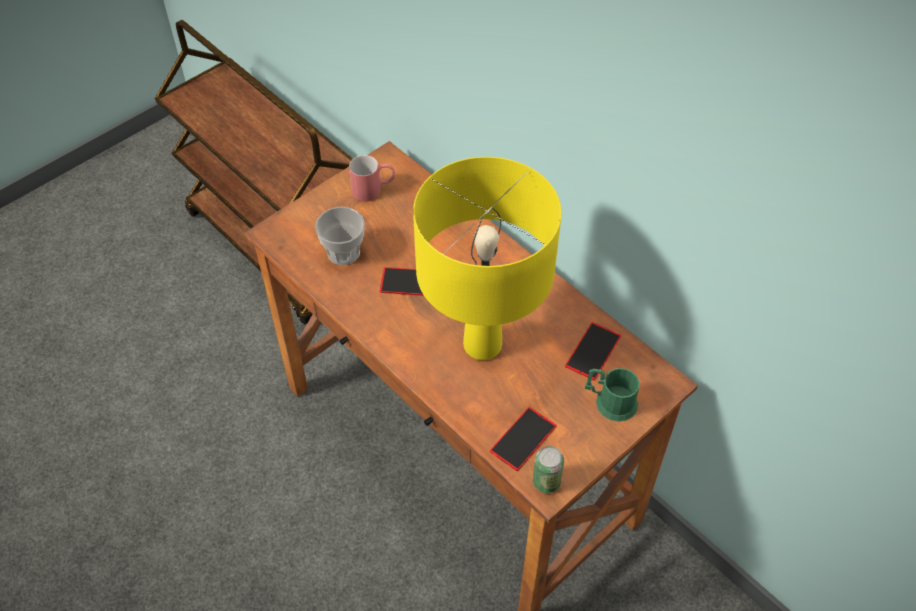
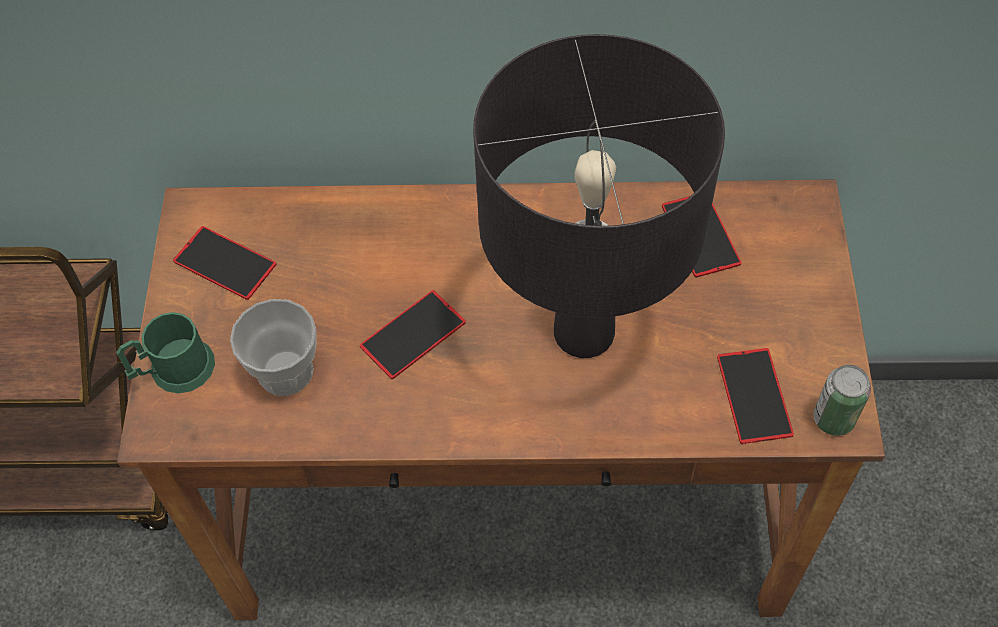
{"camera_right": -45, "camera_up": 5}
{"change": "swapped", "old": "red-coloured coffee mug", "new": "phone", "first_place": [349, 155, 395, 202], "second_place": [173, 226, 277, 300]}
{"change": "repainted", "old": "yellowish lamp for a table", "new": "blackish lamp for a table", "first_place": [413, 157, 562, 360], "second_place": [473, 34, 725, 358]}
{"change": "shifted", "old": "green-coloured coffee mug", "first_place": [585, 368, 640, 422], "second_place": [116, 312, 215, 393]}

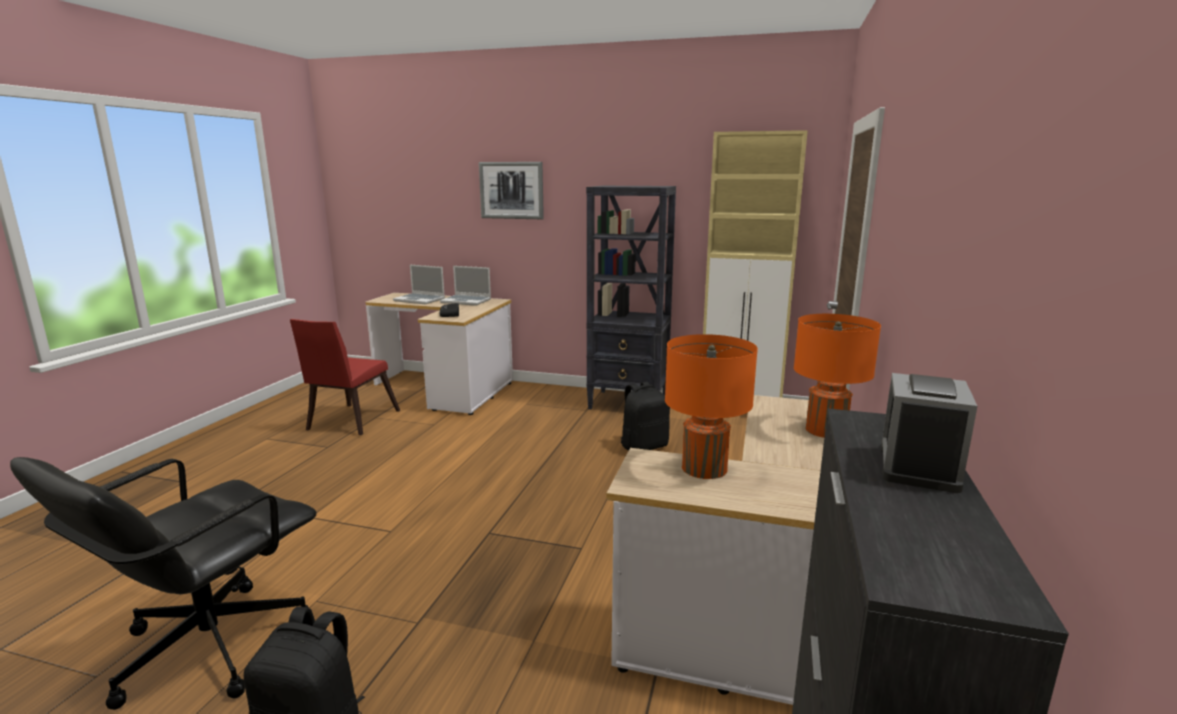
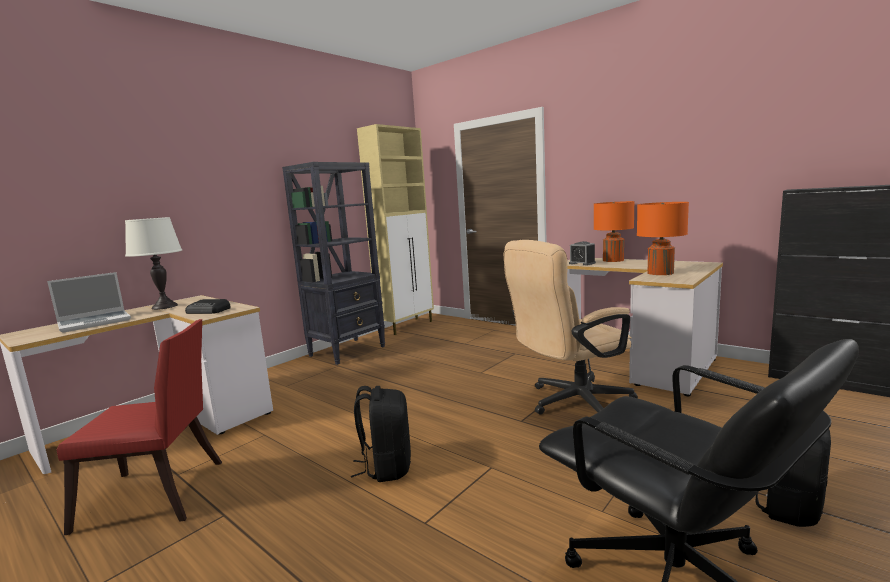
{"camera_right": -65, "camera_up": -5}
{"change": "gone", "old": "wall picture", "first_place": [479, 162, 544, 219]}
{"change": "swapped", "old": "laptop", "new": "white-coloured lamp for a table", "first_place": [440, 266, 491, 306], "second_place": [125, 217, 182, 310]}
{"change": "rotated", "old": "red-coloured upright chair", "first_place": [290, 319, 400, 435], "second_place": [57, 319, 222, 535], "degrees": -45}
{"change": "shifted", "old": "alarm clock", "first_place": [881, 373, 977, 493], "second_place": [569, 241, 596, 265]}
{"change": "shifted", "old": "blackish rucksack", "first_place": [621, 381, 670, 451], "second_place": [351, 386, 411, 482]}
{"change": "new", "new": "sand-coloured office chair", "second_place": [504, 240, 638, 415]}

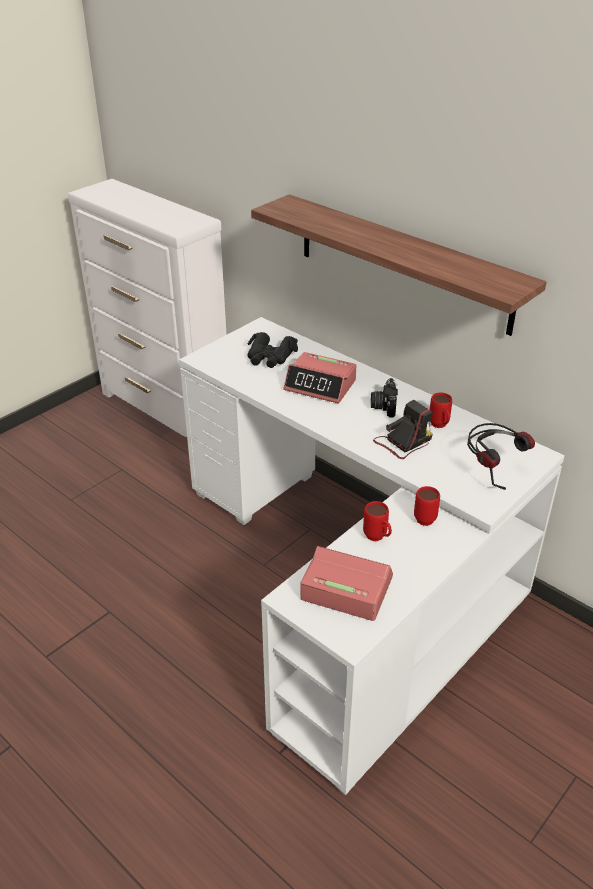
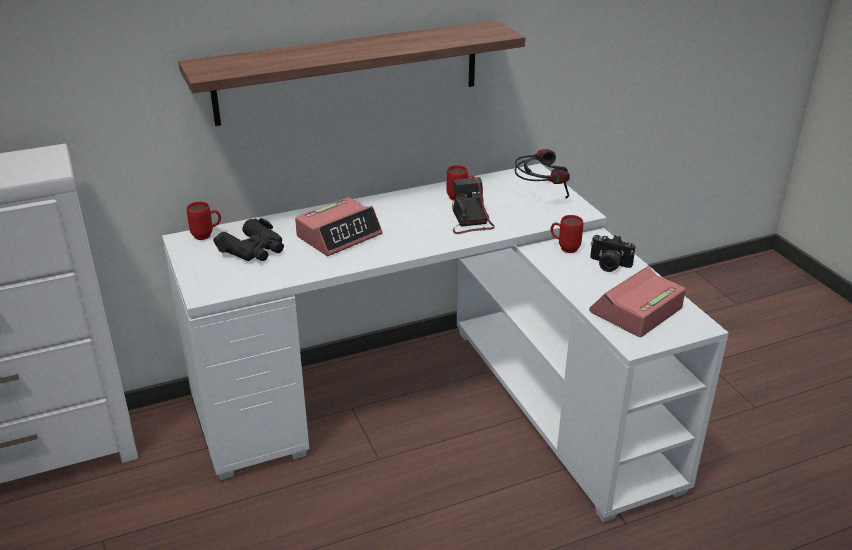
{"camera_right": -65, "camera_up": -5}
{"change": "shifted", "old": "still camera", "first_place": [371, 378, 398, 417], "second_place": [590, 235, 636, 272]}
{"change": "shifted", "old": "red-coloured coffee mug", "first_place": [363, 501, 392, 541], "second_place": [186, 202, 221, 240]}

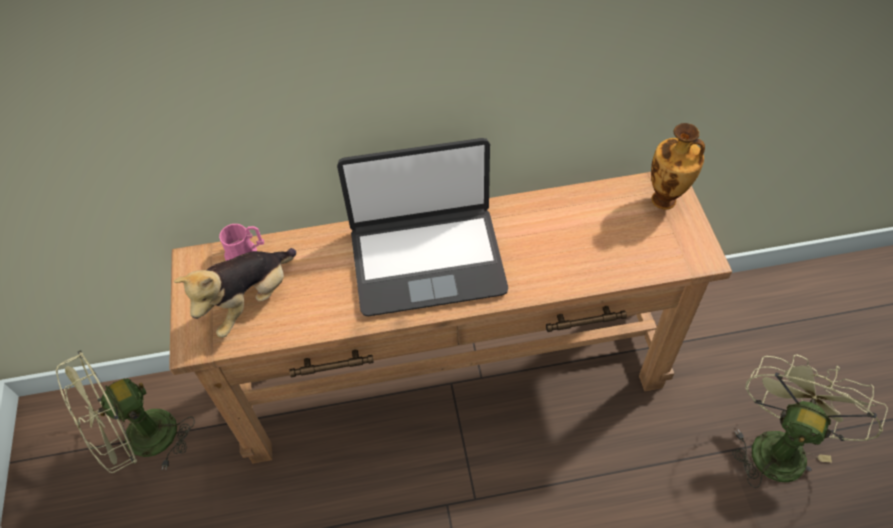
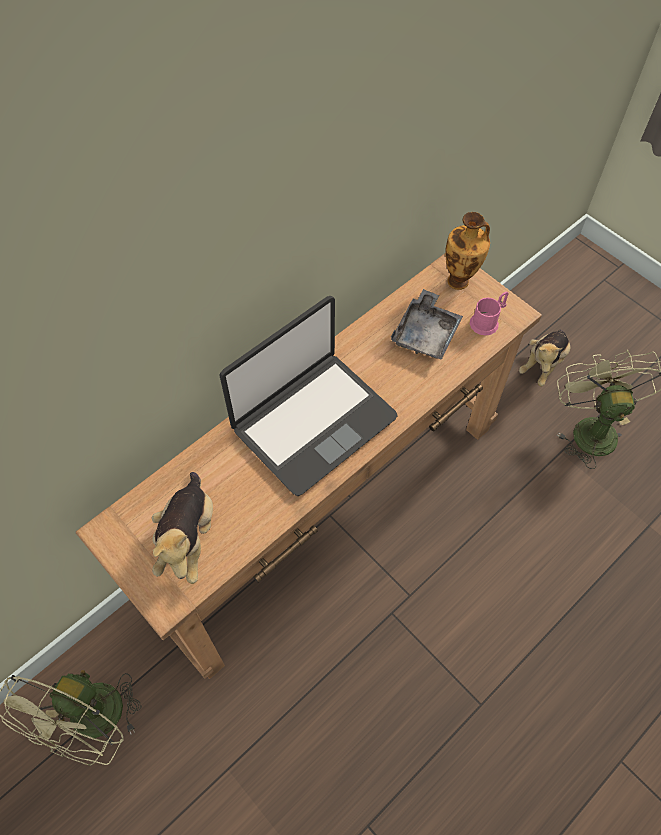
{"camera_right": -35, "camera_up": 5}
{"change": "shifted", "old": "pink-coloured coffee mug", "first_place": [219, 224, 264, 261], "second_place": [470, 292, 509, 336]}
{"change": "new", "new": "grey serving tray", "second_place": [391, 289, 463, 360]}
{"change": "new", "new": "plush toy", "second_place": [519, 329, 571, 386]}

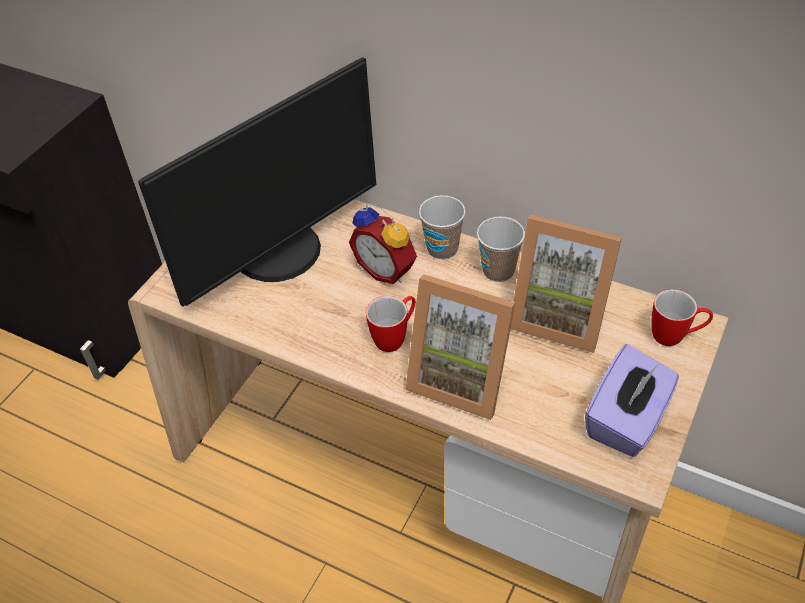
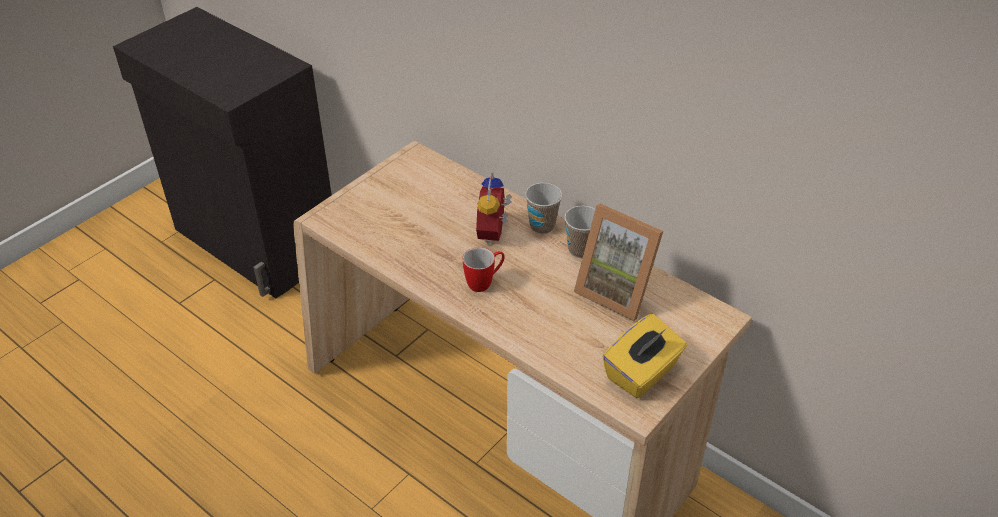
{"camera_right": 10, "camera_up": -5}
{"change": "gone", "old": "computer display", "first_place": [138, 57, 376, 307]}
{"change": "rotated", "old": "alarm clock", "first_place": [349, 204, 417, 284], "second_place": [476, 173, 512, 245], "degrees": 45}
{"change": "gone", "old": "picture frame", "first_place": [405, 274, 516, 420]}
{"change": "gone", "old": "coffee mug", "first_place": [651, 289, 713, 346]}
{"change": "repainted", "old": "purple-coloured box of tissues", "new": "yellowish box of tissues", "first_place": [585, 344, 679, 457], "second_place": [603, 314, 687, 398]}

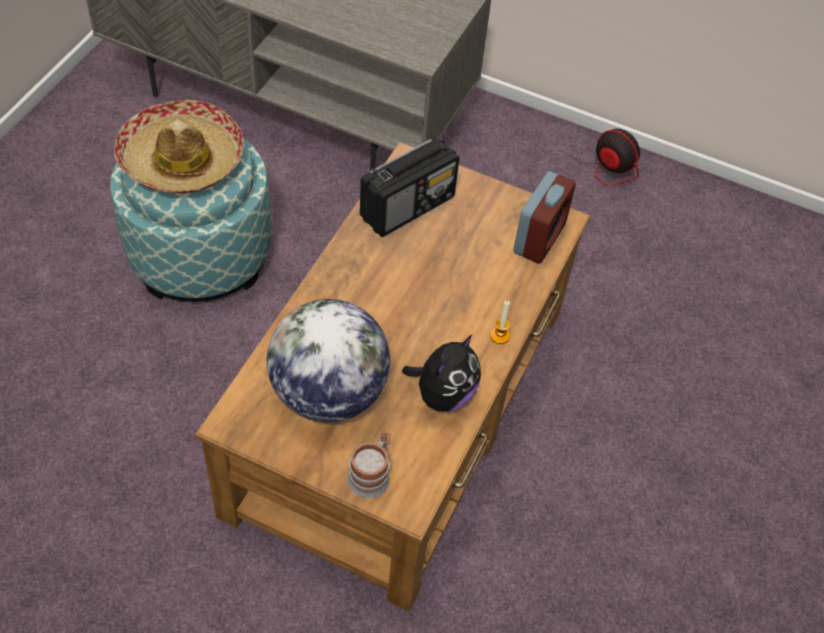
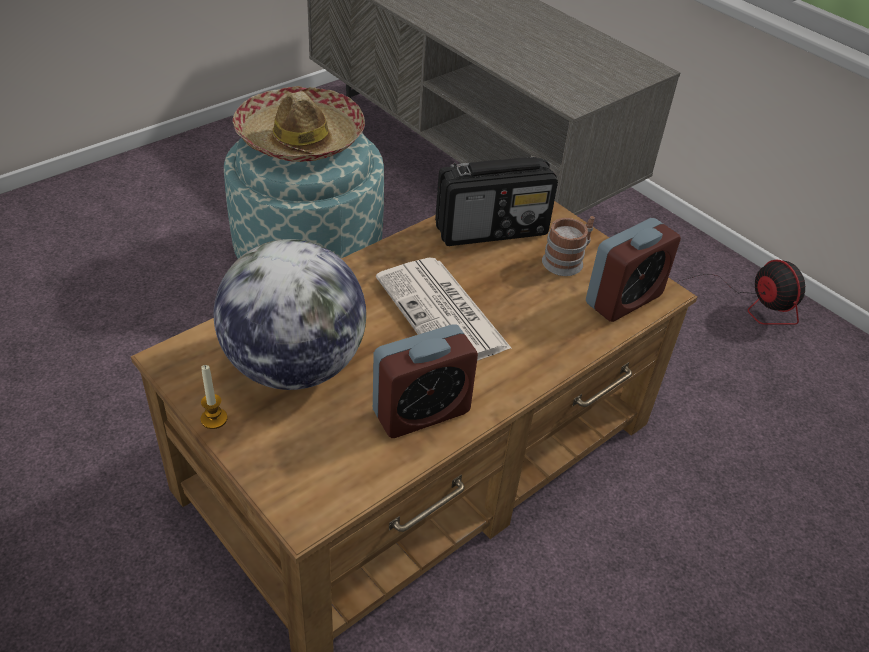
{"camera_right": 25, "camera_up": -10}
{"change": "shifted", "old": "wax light", "first_place": [490, 301, 510, 344], "second_place": [200, 365, 228, 429]}
{"change": "swapped", "old": "plush toy", "new": "alarm clock", "first_place": [402, 334, 481, 412], "second_place": [373, 324, 478, 438]}
{"change": "shifted", "old": "coffee mug", "first_place": [347, 430, 390, 498], "second_place": [542, 216, 595, 276]}
{"change": "new", "new": "newspaper", "second_place": [376, 257, 512, 361]}

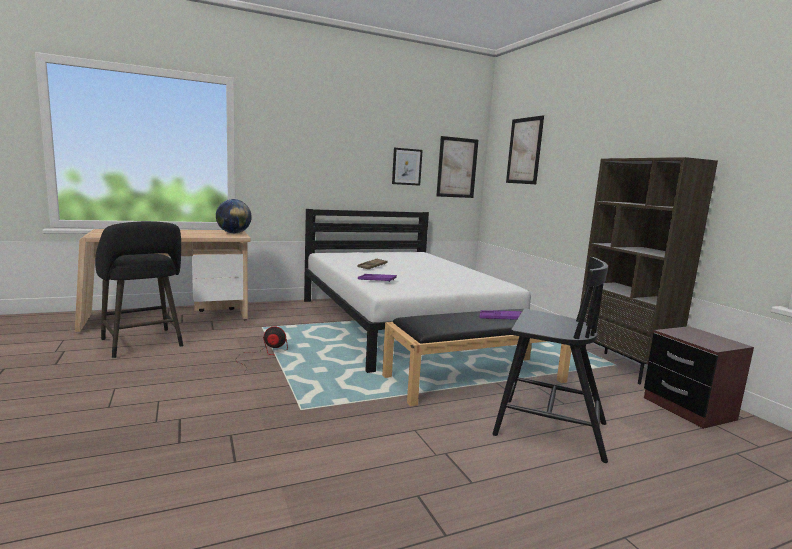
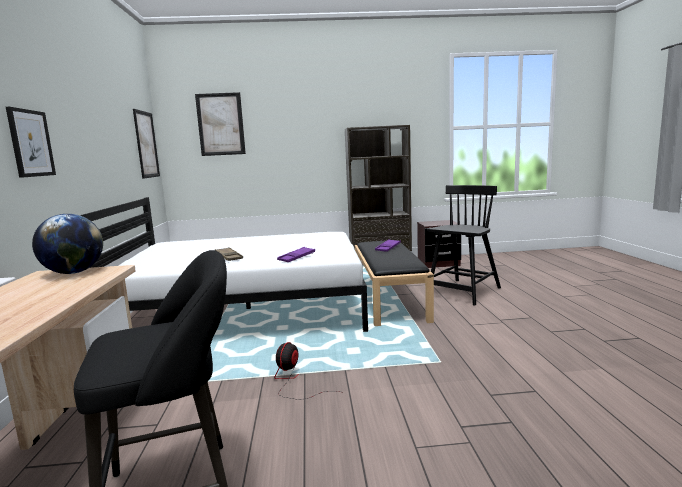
{"camera_right": -70, "camera_up": 0}
{"change": "shifted", "old": "wall picture", "first_place": [392, 148, 423, 186], "second_place": [6, 107, 56, 178]}

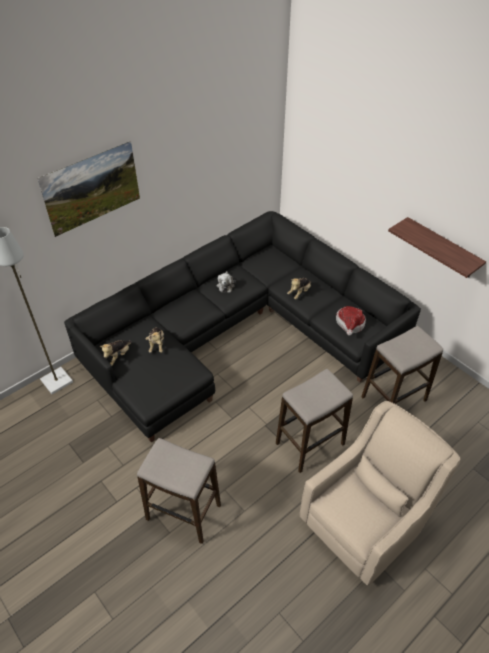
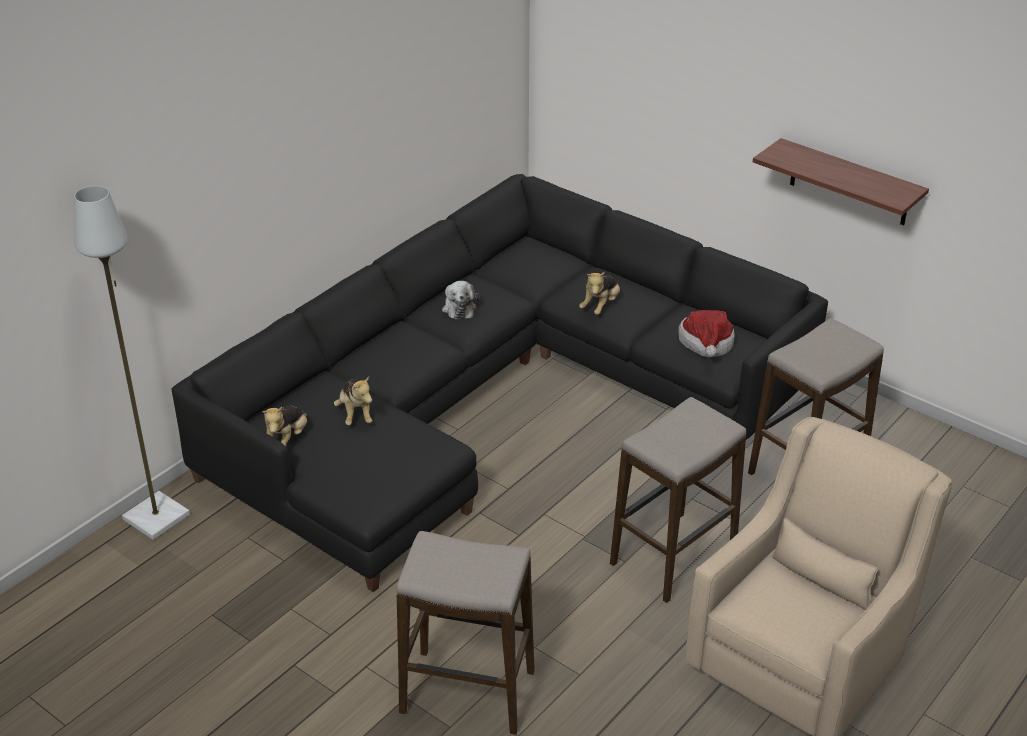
{"camera_right": -10, "camera_up": -10}
{"change": "gone", "old": "wall picture", "first_place": [37, 141, 140, 237]}

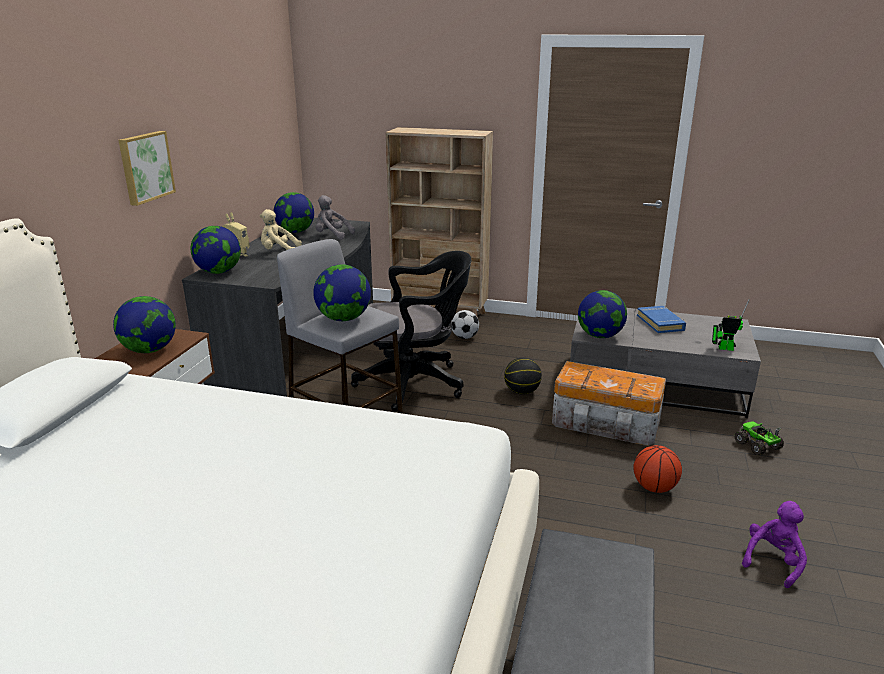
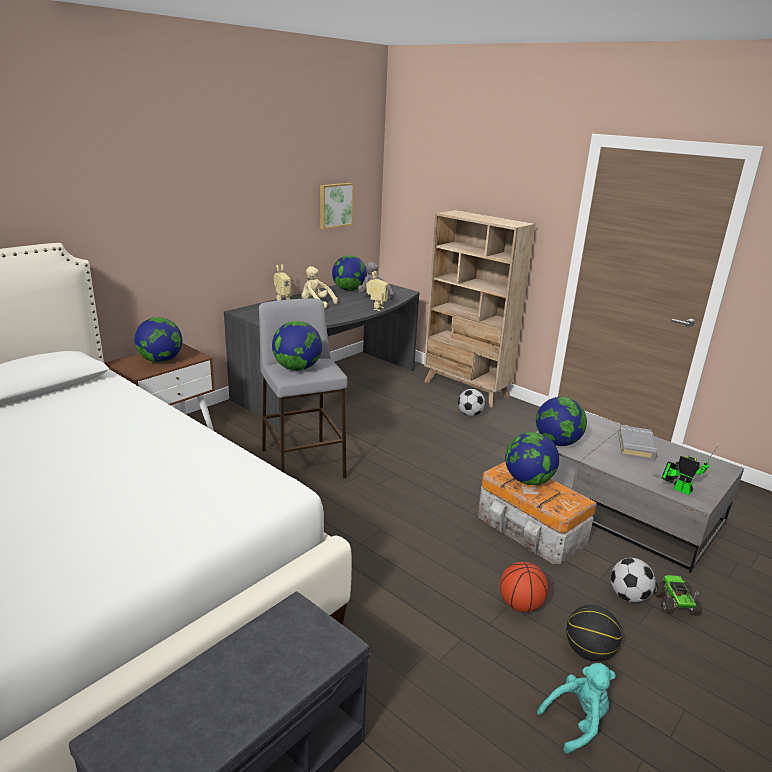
{"camera_right": 25, "camera_up": 0}
{"change": "shifted", "old": "wall picture", "first_place": [119, 131, 176, 206], "second_place": [320, 183, 354, 229]}
{"change": "shifted", "old": "globe", "first_place": [191, 226, 241, 274], "second_place": [505, 432, 559, 485]}
{"change": "gone", "old": "blackish office chair", "first_place": [351, 251, 471, 412]}
{"change": "repainted", "old": "blue book", "new": "grey book", "first_place": [637, 306, 686, 333], "second_place": [618, 425, 657, 461]}
{"change": "shifted", "old": "ball for basketball", "first_place": [504, 357, 542, 395], "second_place": [566, 605, 622, 662]}
{"change": "repainted", "old": "purple-coloured plush toy", "new": "turquoise plush toy", "first_place": [742, 501, 807, 588], "second_place": [537, 663, 616, 754]}
{"change": "new", "new": "model robot", "second_place": [366, 271, 388, 311]}
{"change": "new", "new": "ball for football", "second_place": [611, 558, 656, 602]}

